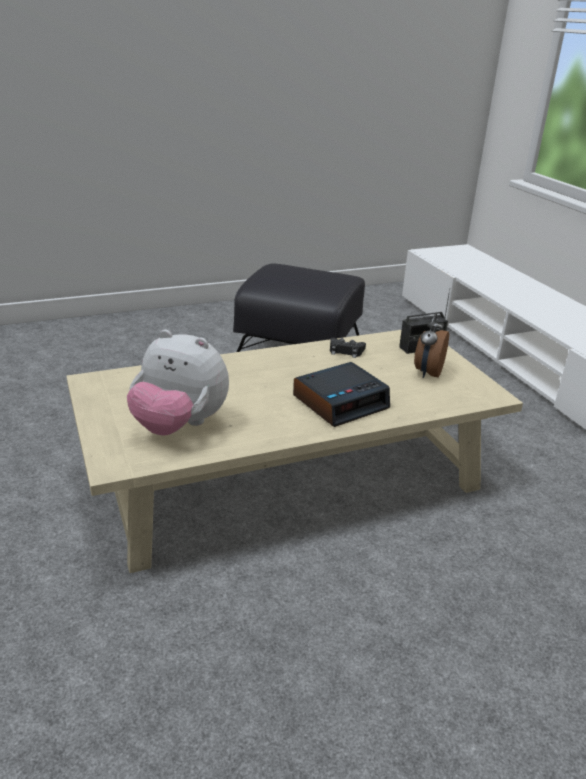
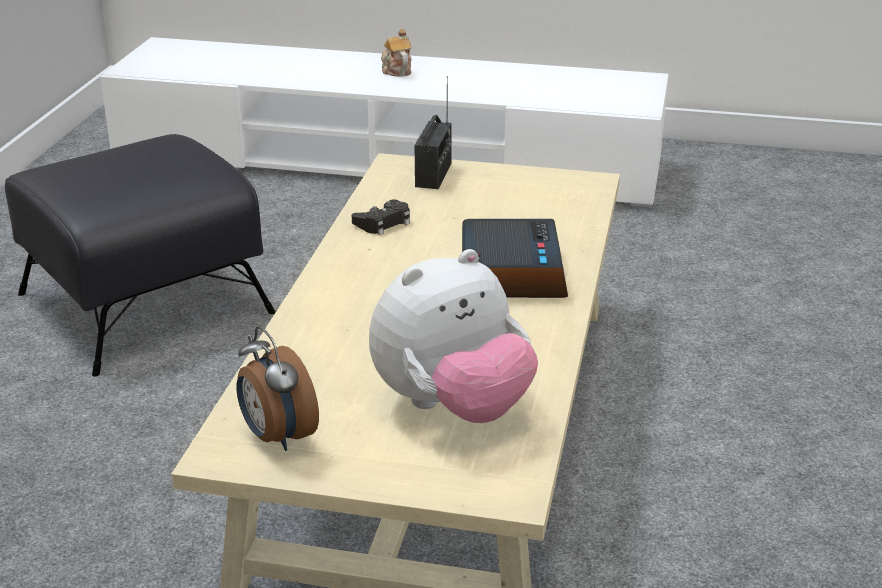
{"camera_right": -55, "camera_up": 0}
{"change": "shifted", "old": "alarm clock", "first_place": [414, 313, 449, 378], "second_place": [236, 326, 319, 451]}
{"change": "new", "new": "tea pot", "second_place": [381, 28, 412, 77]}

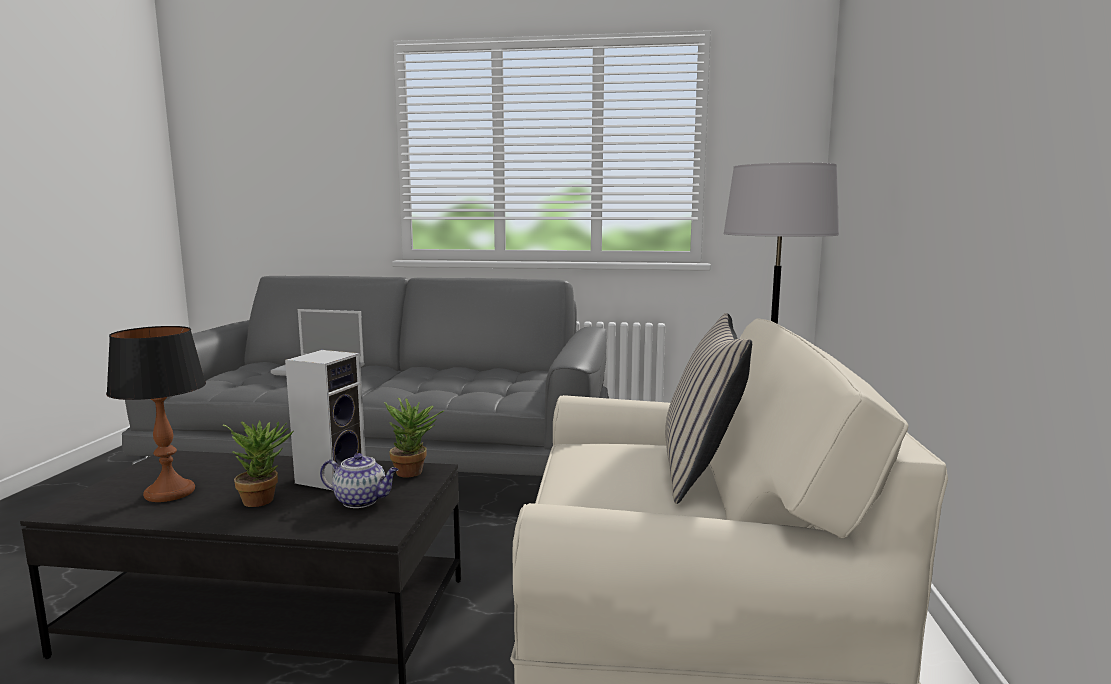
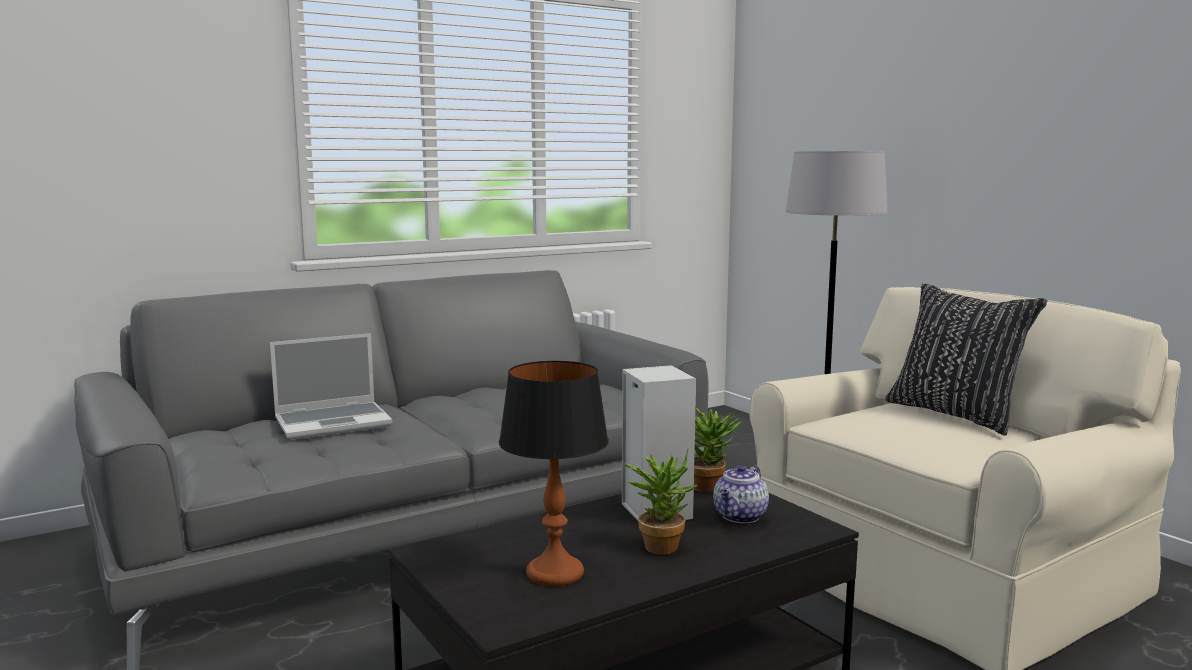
{"camera_right": -40, "camera_up": 0}
{"change": "repainted", "old": "sand-coloured pillow", "new": "blackish pillow", "first_place": [665, 313, 752, 504], "second_place": [885, 284, 1047, 435]}
{"change": "rotated", "old": "tea pot", "first_place": [320, 453, 399, 508], "second_place": [713, 465, 769, 523], "degrees": 150}

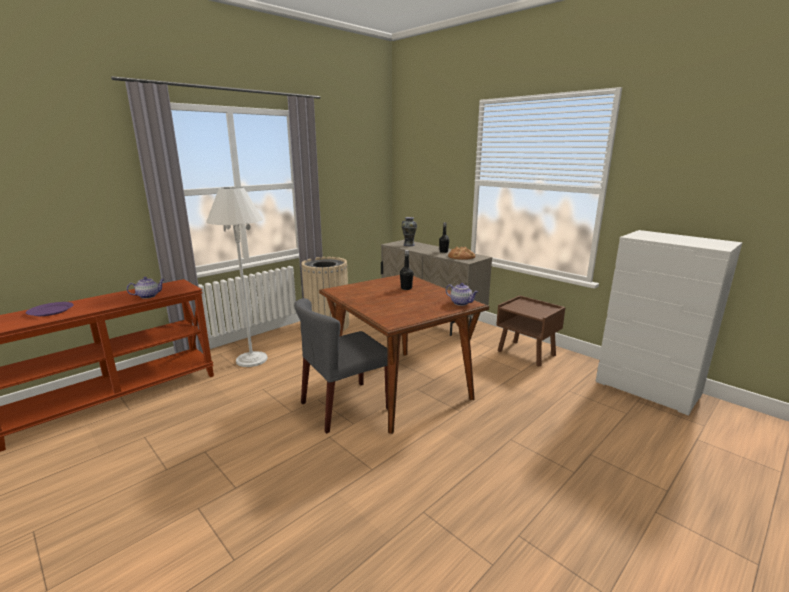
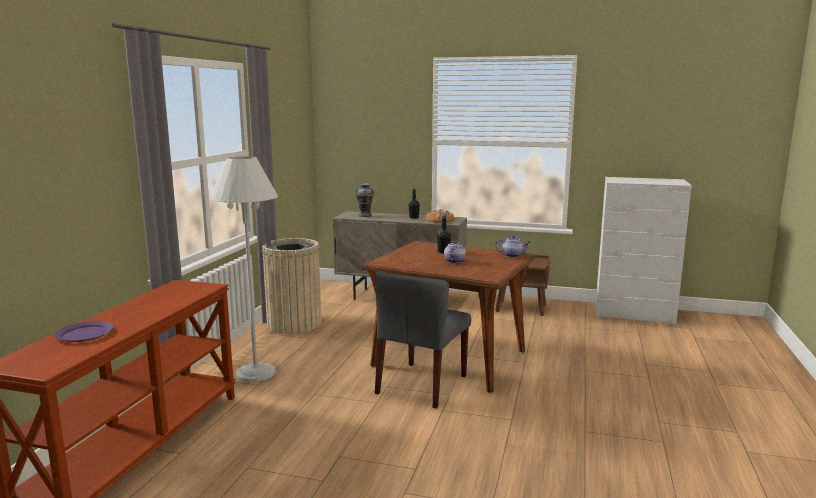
{"camera_right": -30, "camera_up": -5}
{"change": "shifted", "old": "tea pot", "first_place": [127, 277, 165, 299], "second_place": [444, 241, 466, 263]}

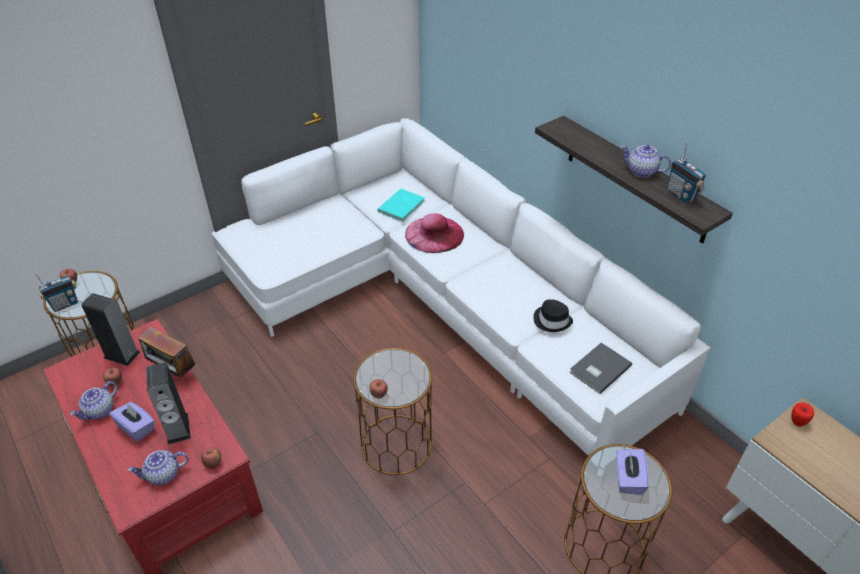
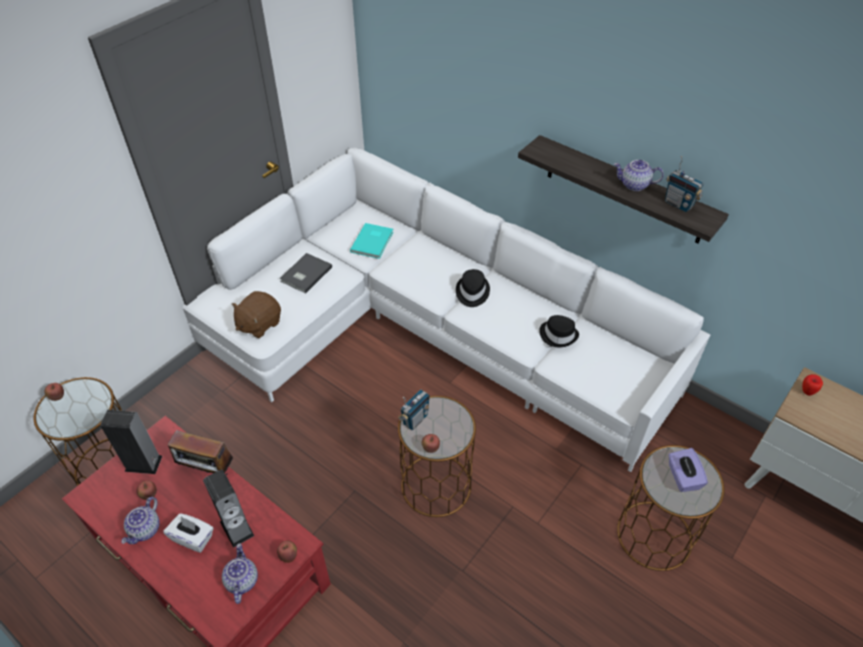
{"camera_right": -15, "camera_up": 5}
{"change": "gone", "old": "pink-coloured wearable hat", "first_place": [405, 213, 464, 253]}
{"change": "shifted", "old": "radio set", "first_place": [35, 274, 78, 312], "second_place": [398, 389, 430, 430]}
{"change": "shifted", "old": "grey book", "first_place": [569, 343, 632, 394], "second_place": [280, 253, 332, 294]}
{"change": "repainted", "old": "purple-coloured box of tissues", "new": "white-coloured box of tissues", "first_place": [109, 402, 155, 442], "second_place": [164, 513, 214, 553]}
{"change": "rotated", "old": "tea pot", "first_place": [128, 450, 189, 485], "second_place": [222, 543, 258, 604], "degrees": 120}
{"change": "new", "new": "blackish wearable hat", "second_place": [456, 269, 490, 307]}
{"change": "new", "new": "brownish plush toy", "second_place": [231, 291, 281, 338]}

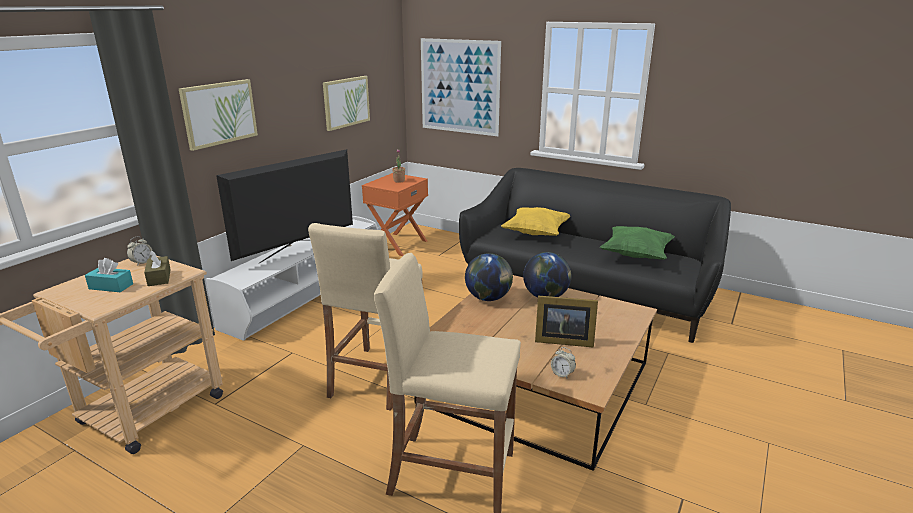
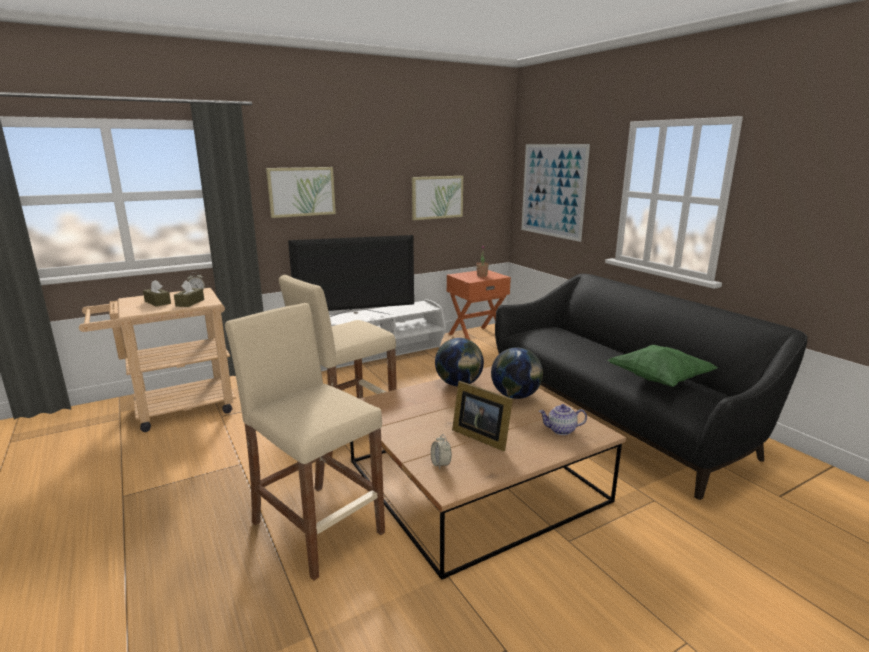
{"camera_right": 30, "camera_up": -5}
{"change": "gone", "old": "yellowish pillow", "first_place": [501, 207, 570, 236]}
{"change": "repainted", "old": "turquoise box of tissues", "new": "brownish box of tissues", "first_place": [85, 258, 133, 292], "second_place": [143, 280, 171, 307]}
{"change": "new", "new": "tea pot", "second_place": [539, 404, 587, 435]}

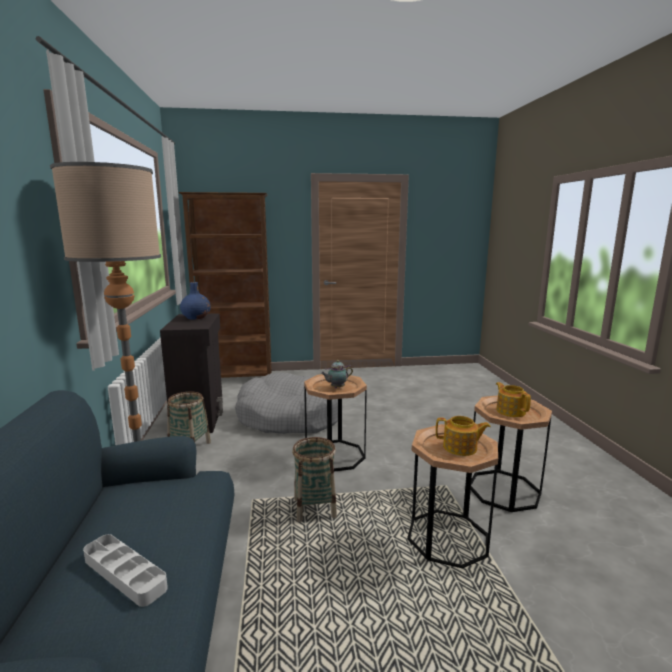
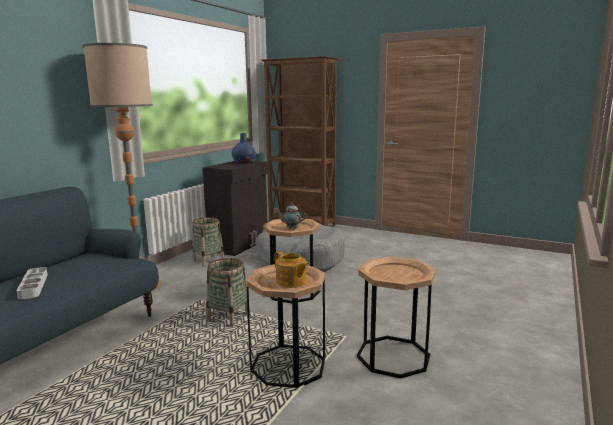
{"camera_right": 35, "camera_up": 0}
{"change": "gone", "old": "tea pot", "first_place": [496, 382, 531, 417]}

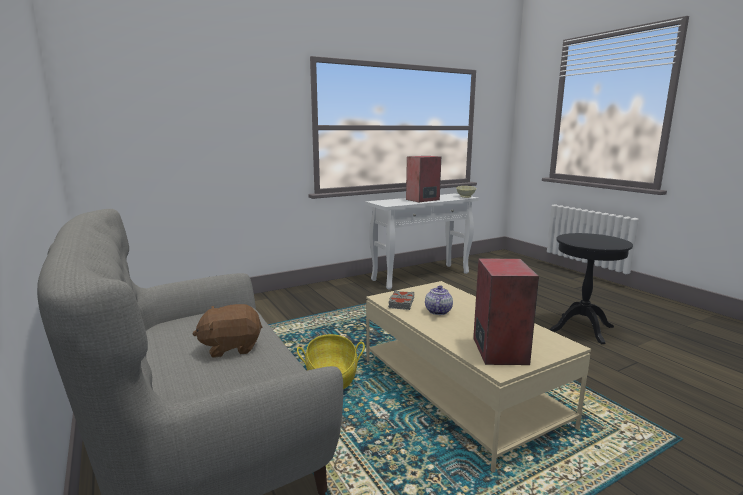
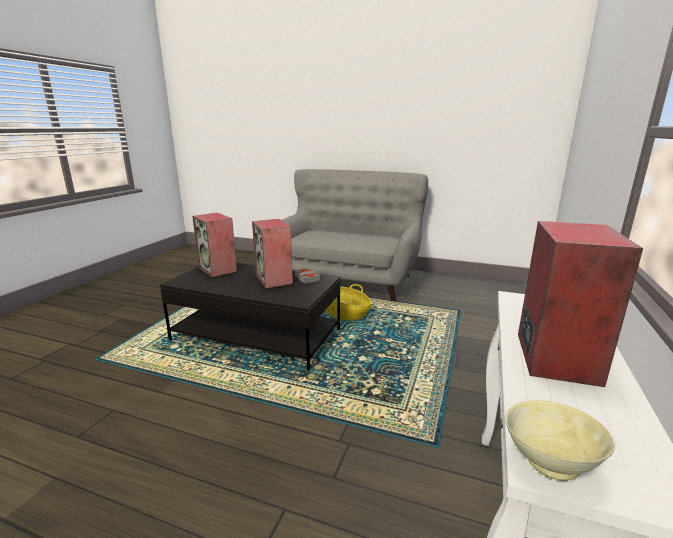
{"camera_right": 140, "camera_up": 5}
{"change": "gone", "old": "blackish side table", "first_place": [550, 233, 633, 344]}
{"change": "repainted", "old": "sand-coloured low table", "new": "blackish low table", "first_place": [366, 281, 591, 473], "second_place": [160, 263, 340, 371]}
{"change": "swapped", "old": "tea pot", "new": "speaker", "first_place": [425, 285, 453, 315], "second_place": [252, 219, 293, 289]}
{"change": "gone", "old": "brownish plush toy", "first_place": [193, 304, 262, 358]}

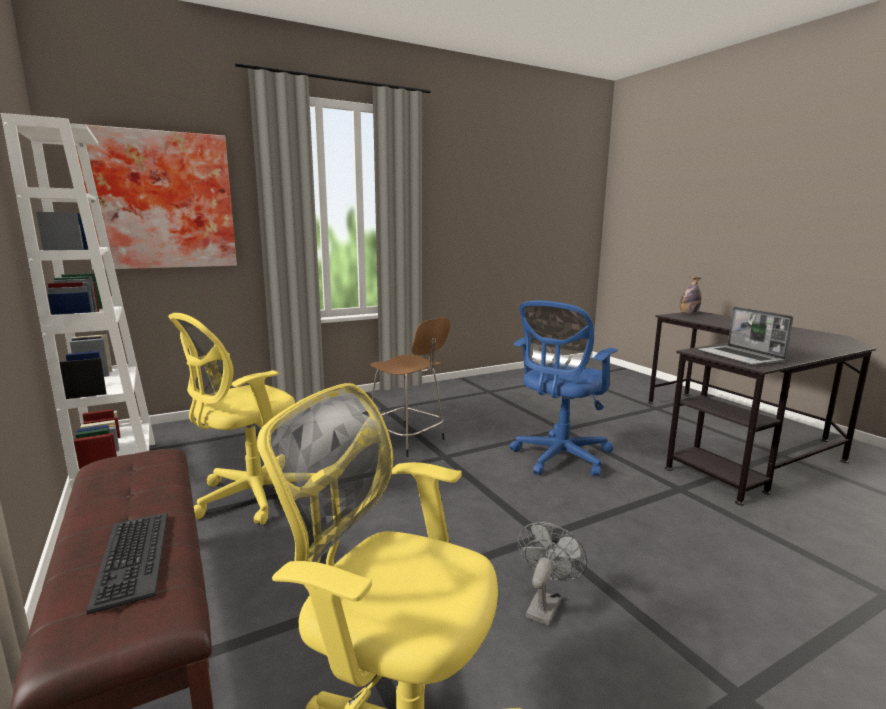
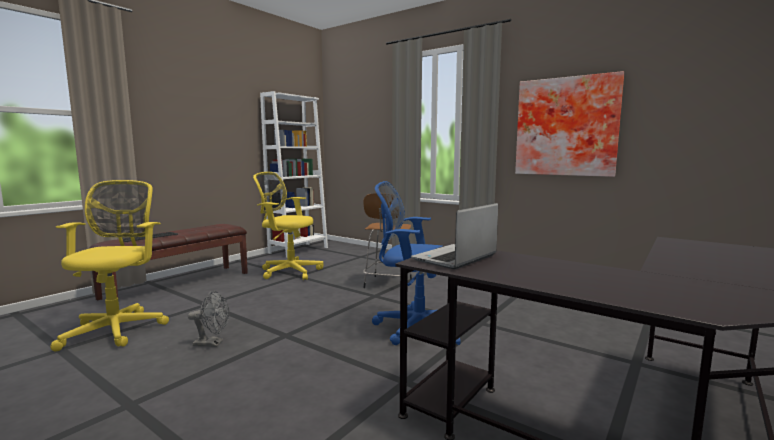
{"camera_right": 65, "camera_up": -5}
{"change": "shifted", "old": "wall picture", "first_place": [71, 123, 237, 270], "second_place": [515, 71, 624, 177]}
{"change": "gone", "old": "beverage bottle", "first_place": [680, 277, 701, 314]}

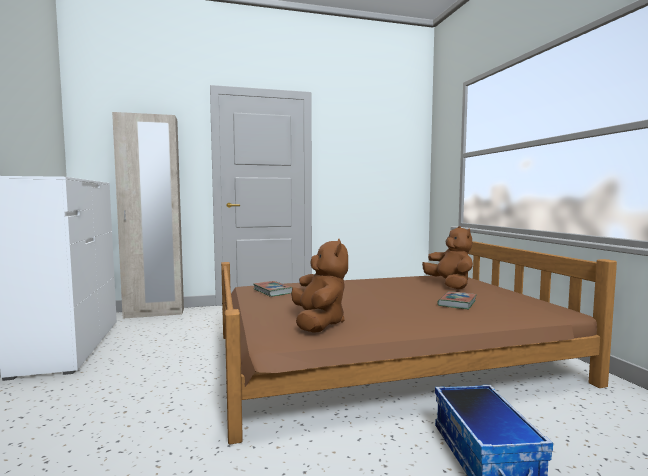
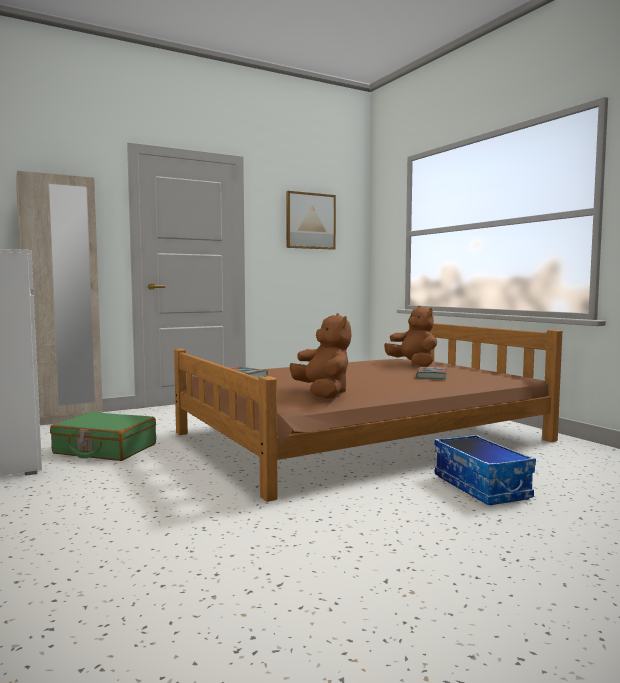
{"camera_right": -15, "camera_up": 0}
{"change": "new", "new": "wall picture", "second_place": [286, 191, 336, 250]}
{"change": "new", "new": "green-coloured travel case", "second_place": [50, 412, 156, 461]}

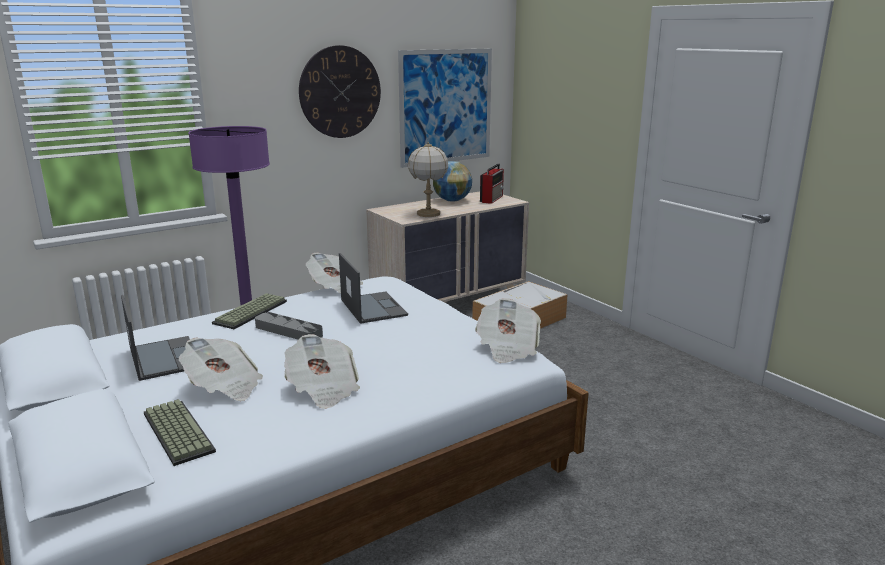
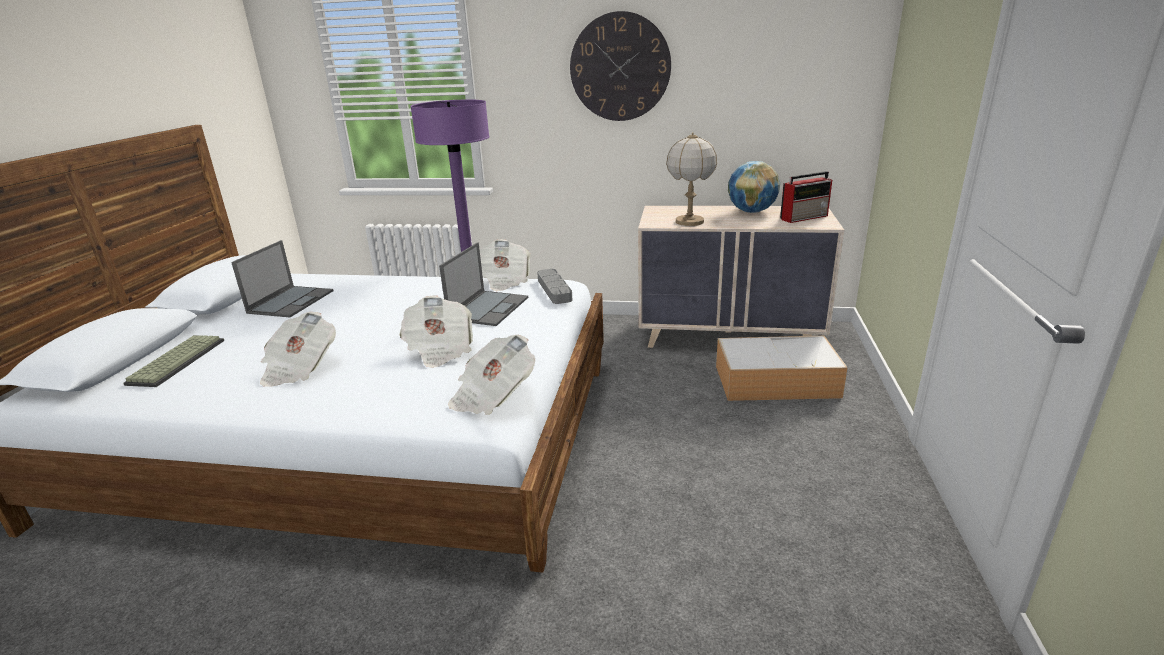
{"camera_right": 45, "camera_up": 5}
{"change": "gone", "old": "wall picture", "first_place": [398, 48, 492, 168]}
{"change": "gone", "old": "PC keyboard", "first_place": [212, 293, 287, 329]}
{"change": "shifted", "old": "grey serving tray", "first_place": [255, 312, 323, 339], "second_place": [537, 269, 572, 304]}
{"change": "shifted", "old": "newspaper", "first_place": [179, 338, 263, 401], "second_place": [399, 296, 473, 368]}

